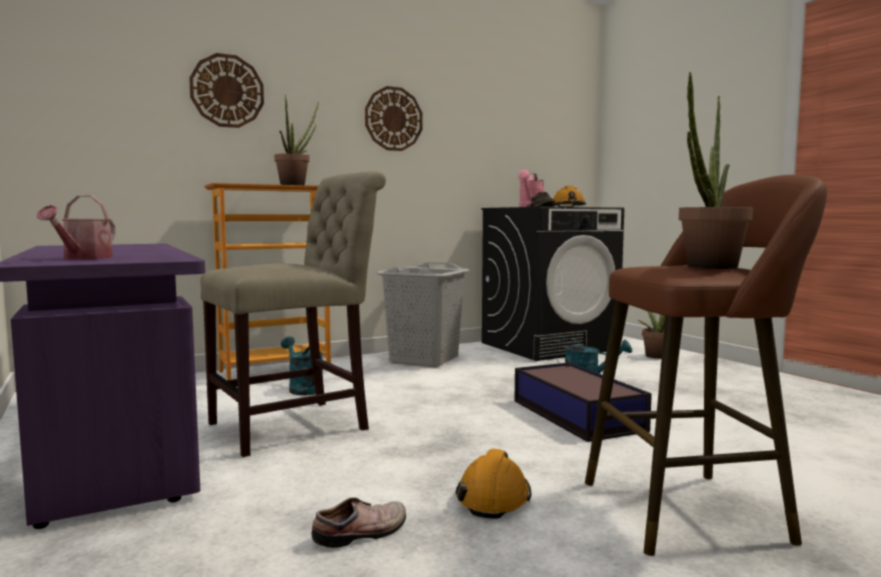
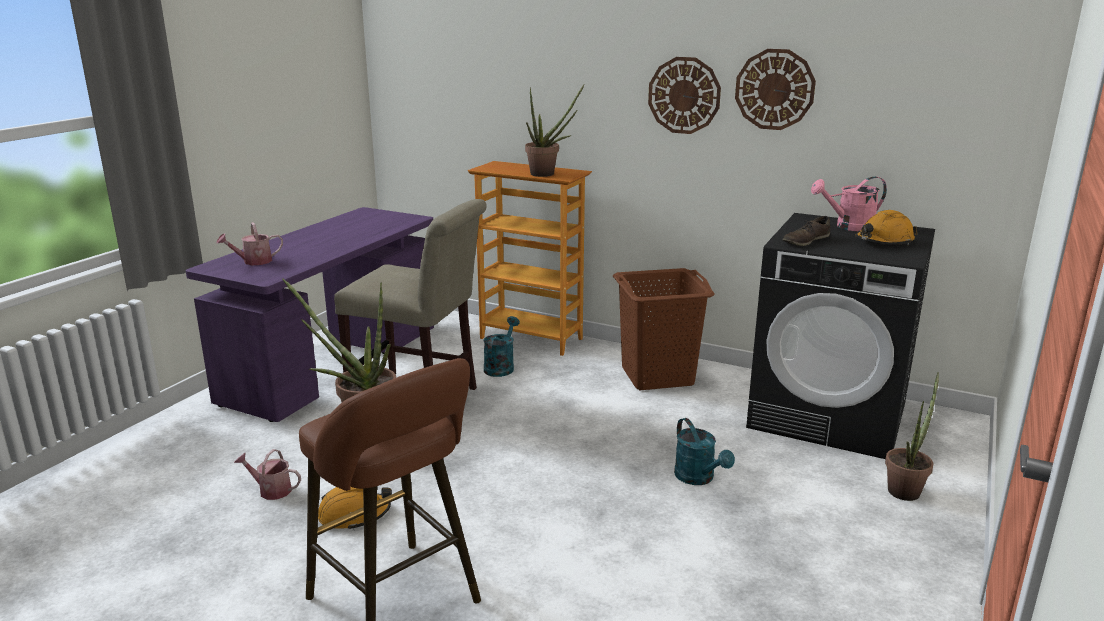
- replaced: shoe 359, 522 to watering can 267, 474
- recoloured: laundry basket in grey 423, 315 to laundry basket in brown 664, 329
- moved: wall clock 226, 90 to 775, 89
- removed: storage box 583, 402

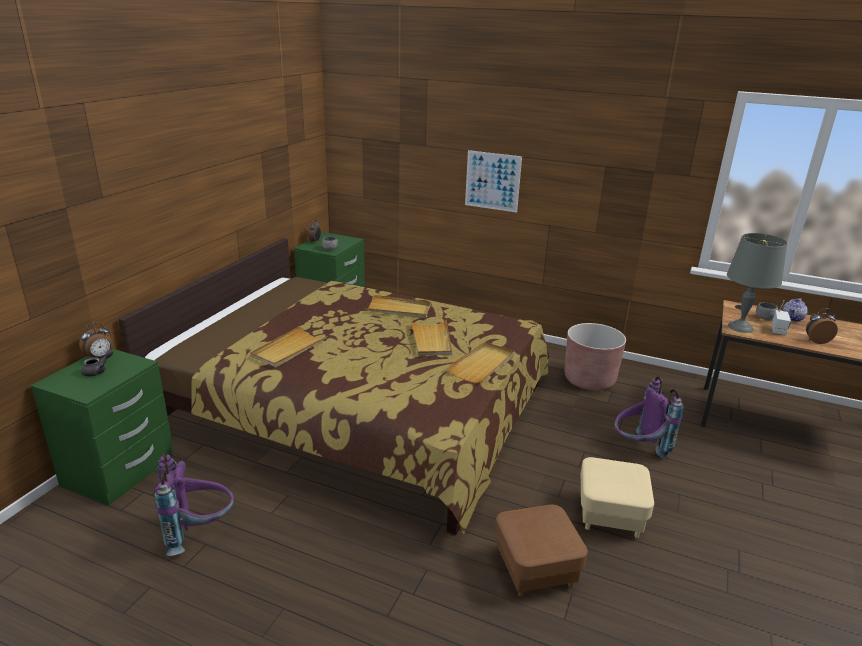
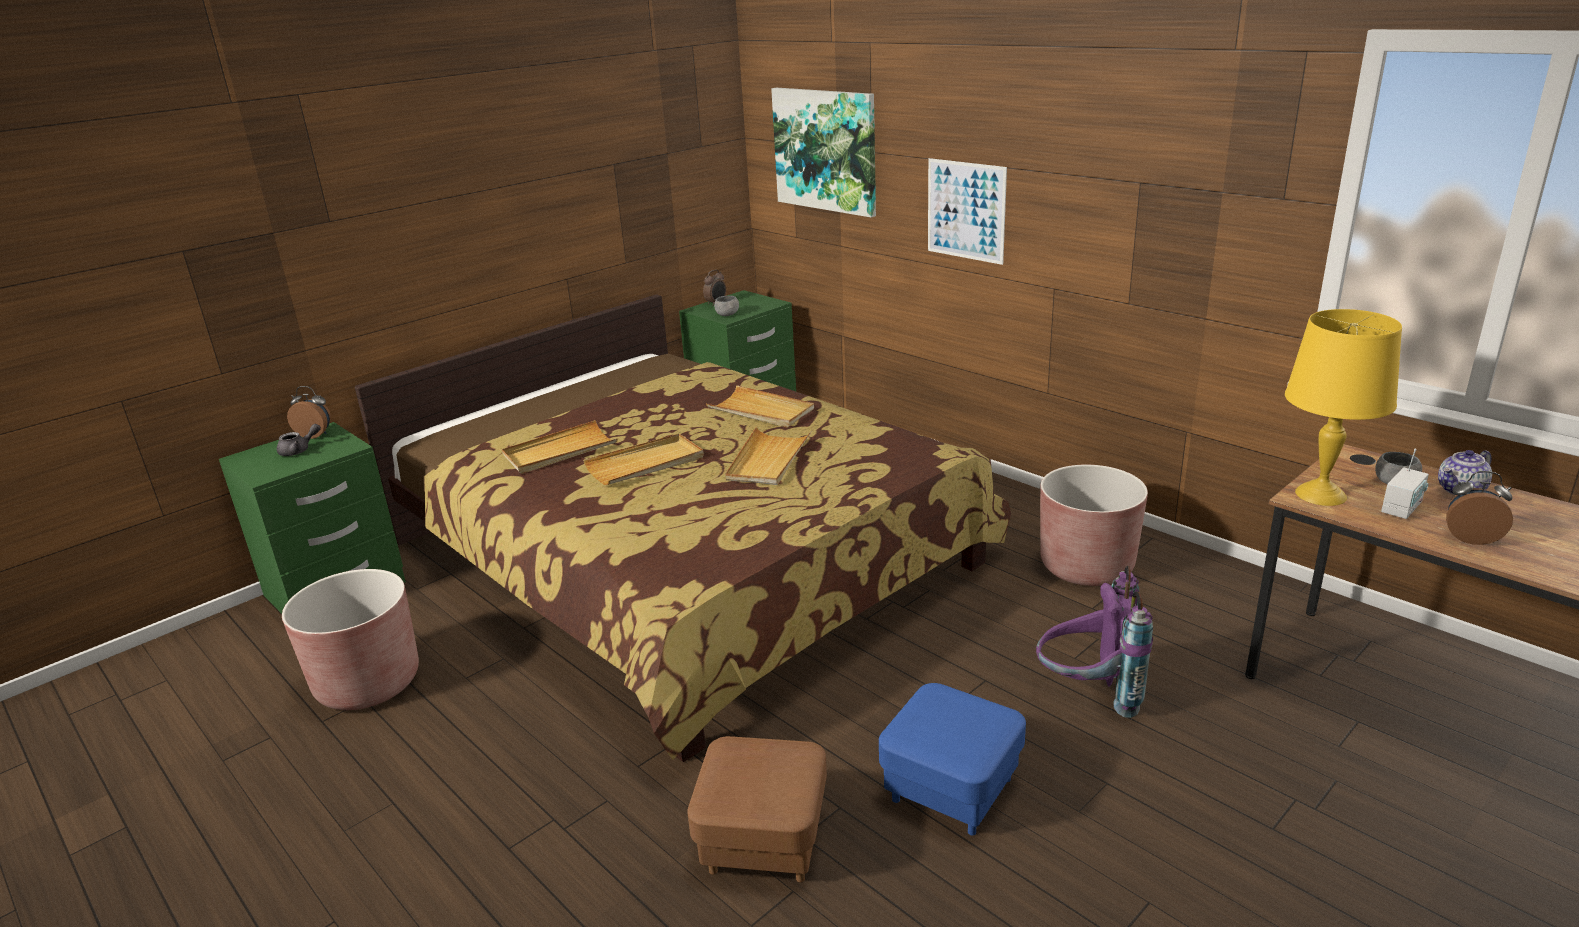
- replaced: backpack in purple 194, 504 to planter in brown 350, 639
- turned: alarm clock 96, 340 = 309, 412 150 degrees counterclockwise
- moved: tray in beige 480, 362 to 643, 459
- added: picture 823, 152
- recoloured: ottoman in beige 617, 497 to ottoman in blue 952, 759
- recoloured: table lamp in grey 757, 283 to table lamp in yellow 1343, 407

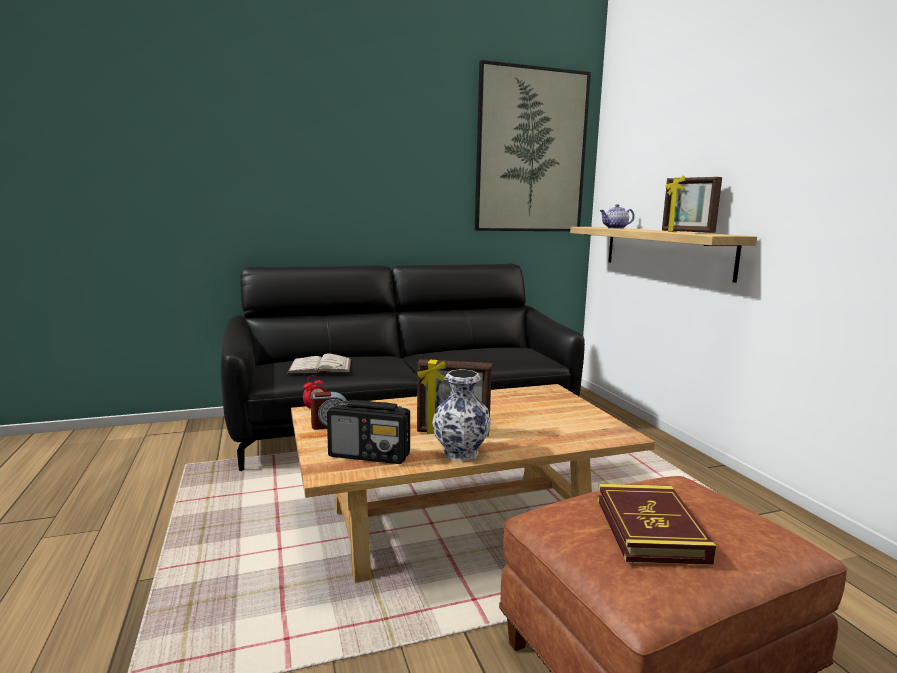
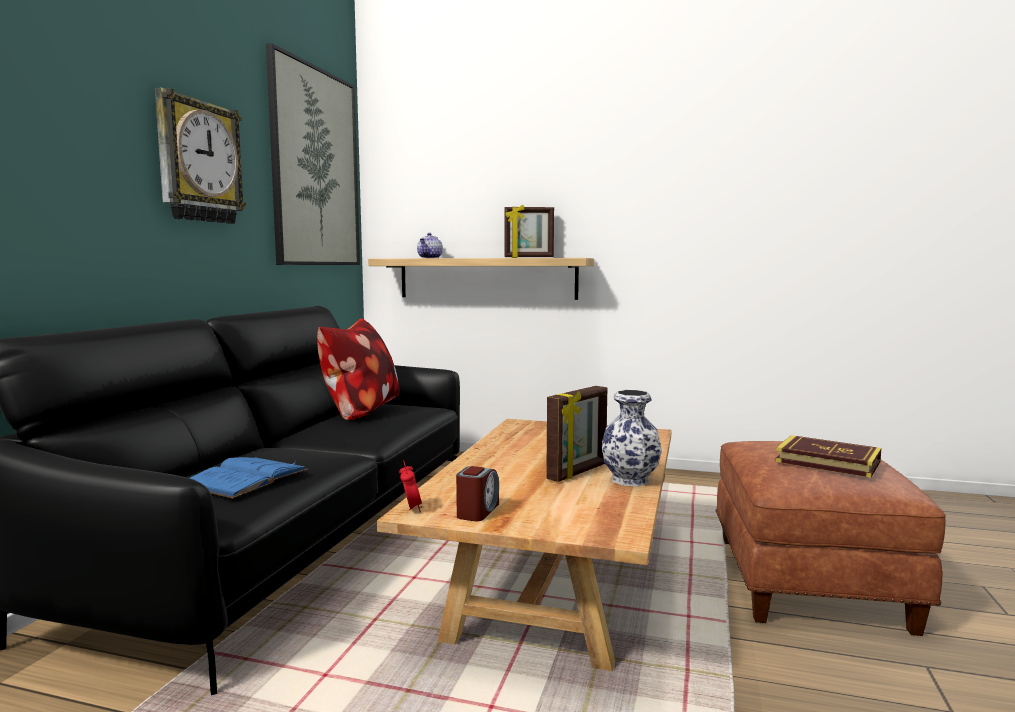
- added: wall clock 200, 156
- recoloured: book in white 319, 363 to book in blue 249, 477
- added: pillow 358, 369
- removed: radio 368, 432

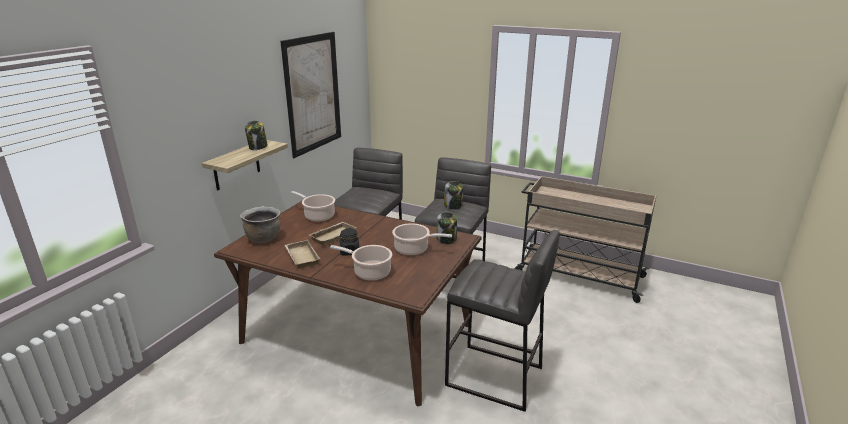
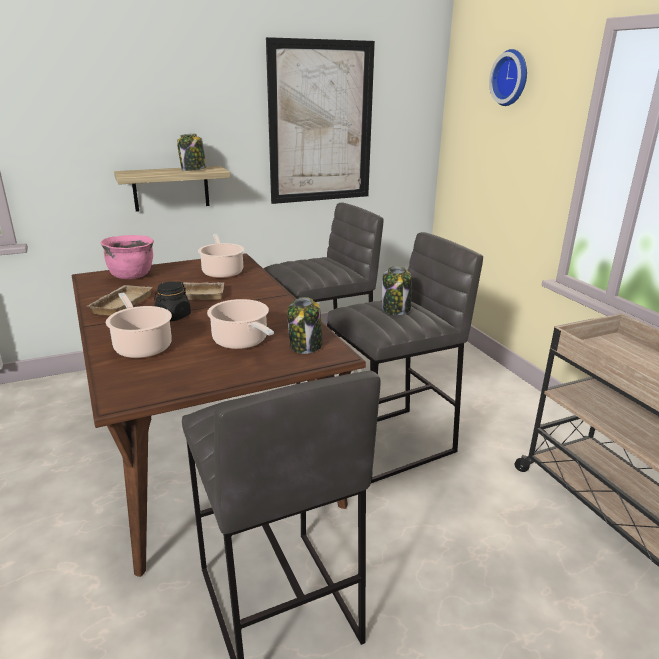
- recoloured: cooking pot in brown 260, 224 to cooking pot in pink 127, 257
- added: wall clock 508, 77

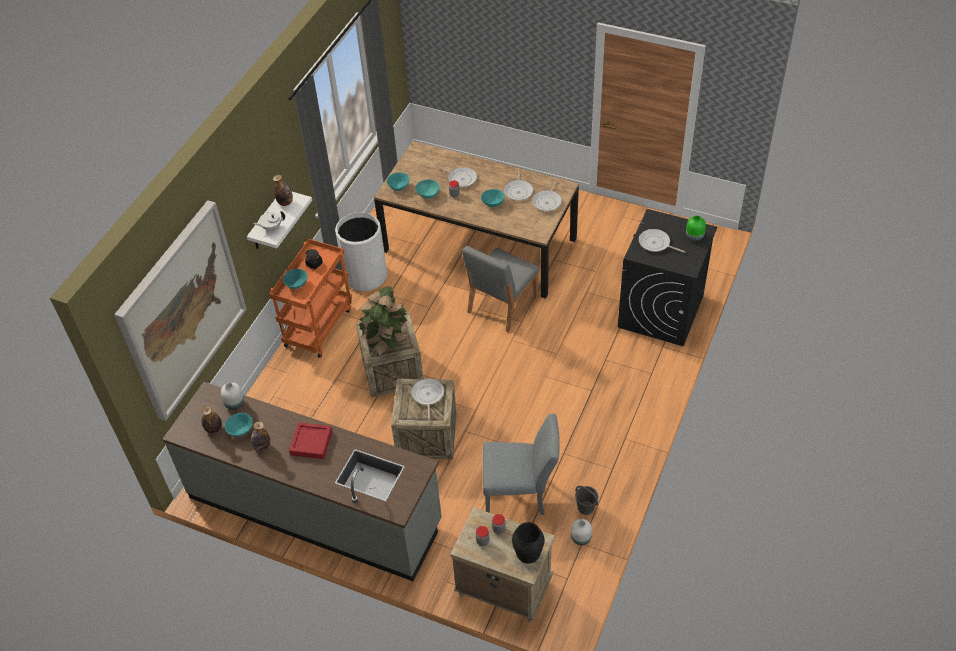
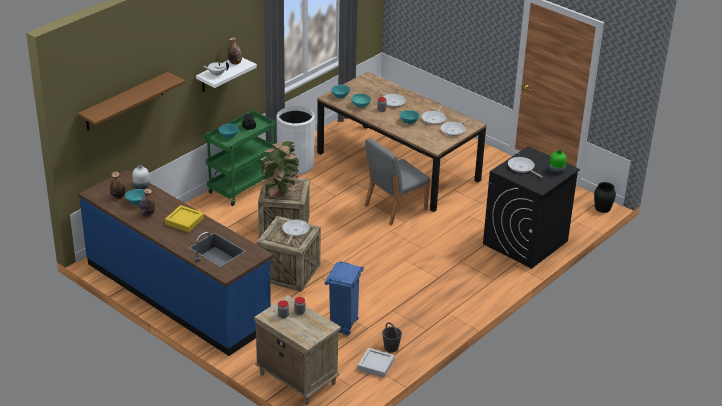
- replaced: picture 180, 310 to shelf in brown 131, 101
- recoloured: counter in grey 302, 481 to counter in blue 176, 262
- recoloured: tray in red 310, 440 to tray in yellow 184, 218
- recoloured: cart in orange 310, 298 to cart in green 240, 158
- replaced: chair in grey 521, 464 to trash can in blue 344, 298
- replaced: vase in white 581, 532 to tray in grey 376, 363
- moved: vase in black 528, 543 to 605, 197

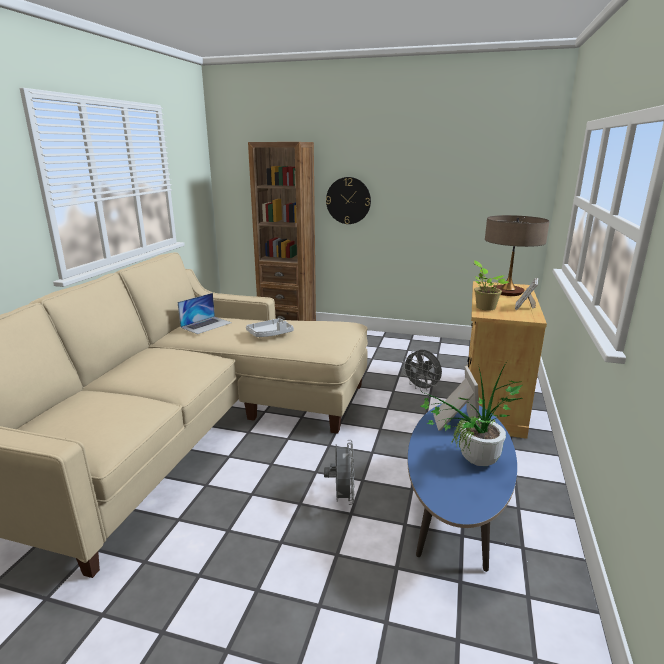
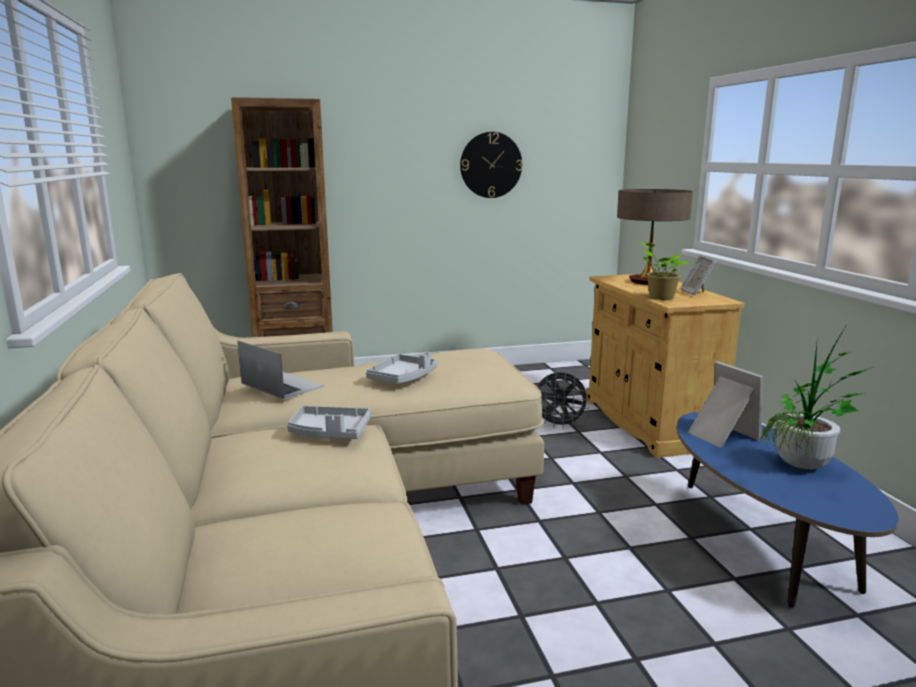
- turned: laptop 204, 313 = 281, 370 60 degrees counterclockwise
- added: tray in grey 329, 422
- moved: wall clock 348, 200 to 491, 165
- removed: fan in grey 339, 472

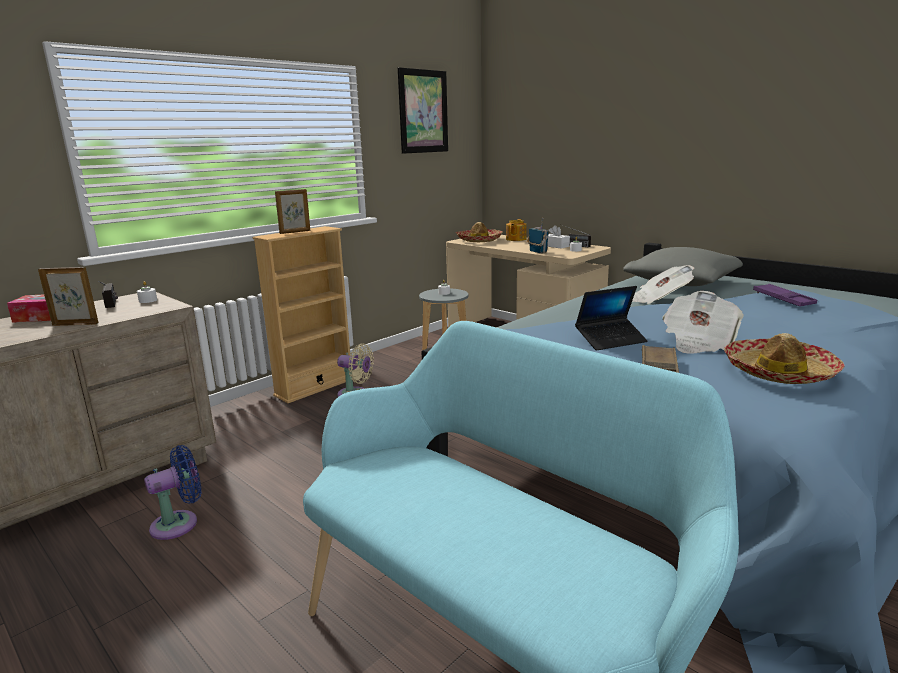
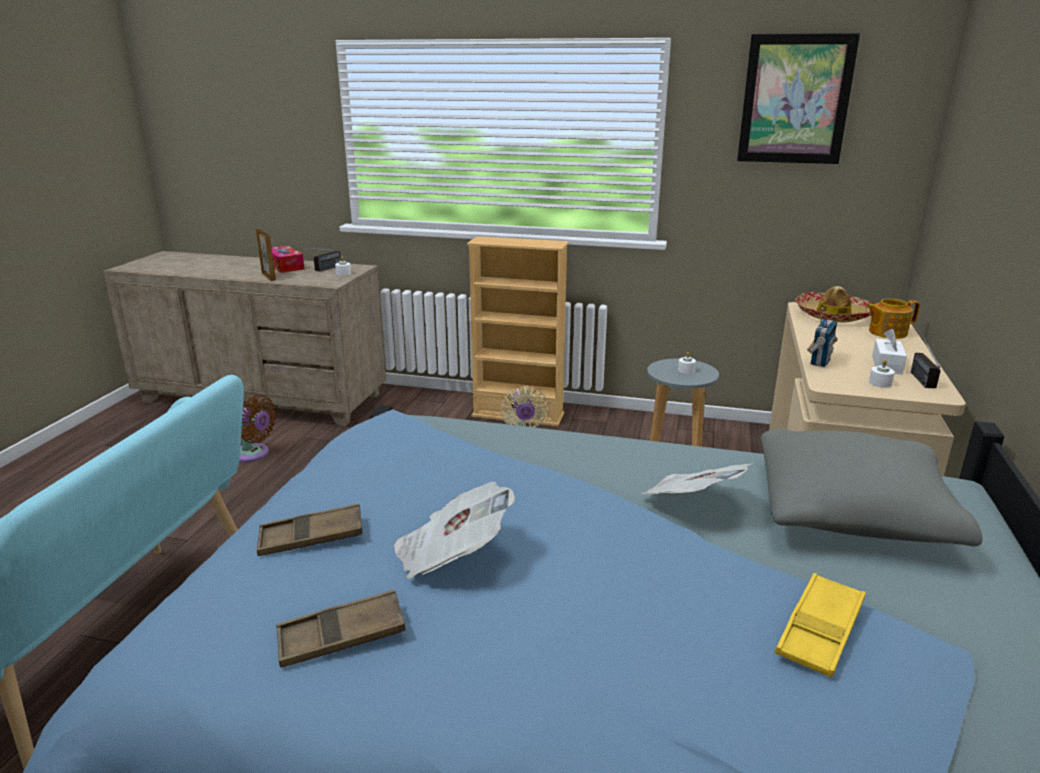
- recoloured: fan in blue 173, 492 to fan in brown 257, 428
- replaced: hat 784, 358 to tray in brown 341, 629
- recoloured: tray in purple 785, 295 to tray in yellow 820, 625
- removed: picture frame 292, 211
- removed: laptop 611, 318

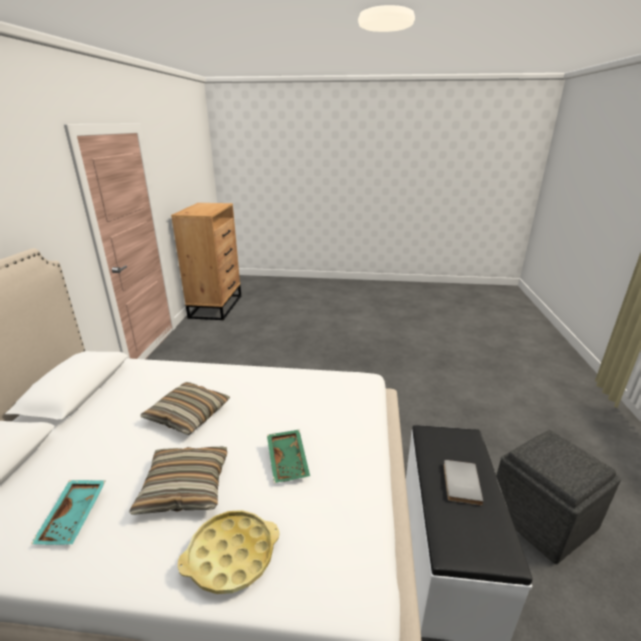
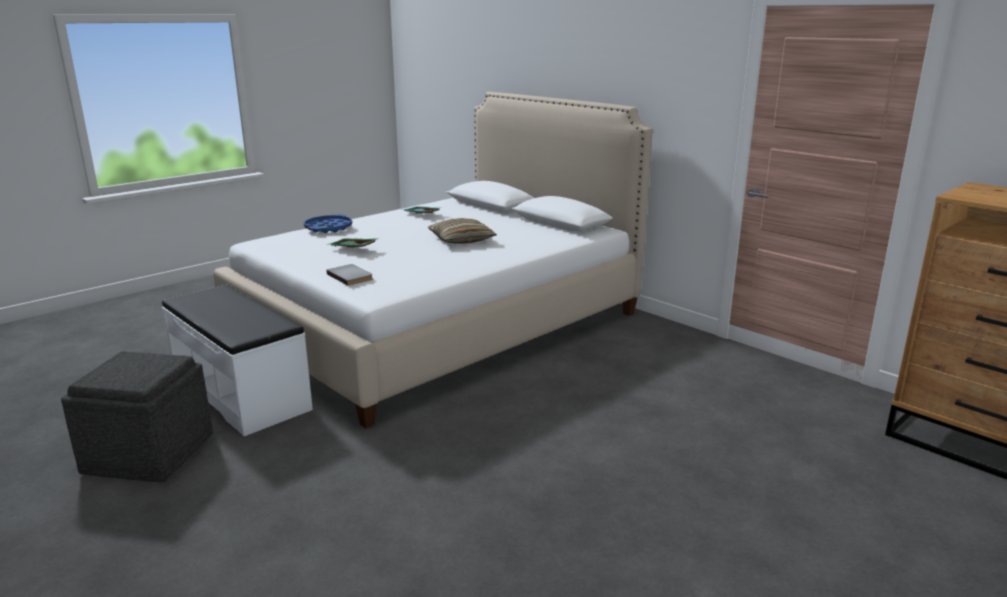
- recoloured: tray in yellow 229, 552 to tray in blue 328, 223
- moved: book in grey 463, 483 to 350, 275
- removed: pillow 178, 481

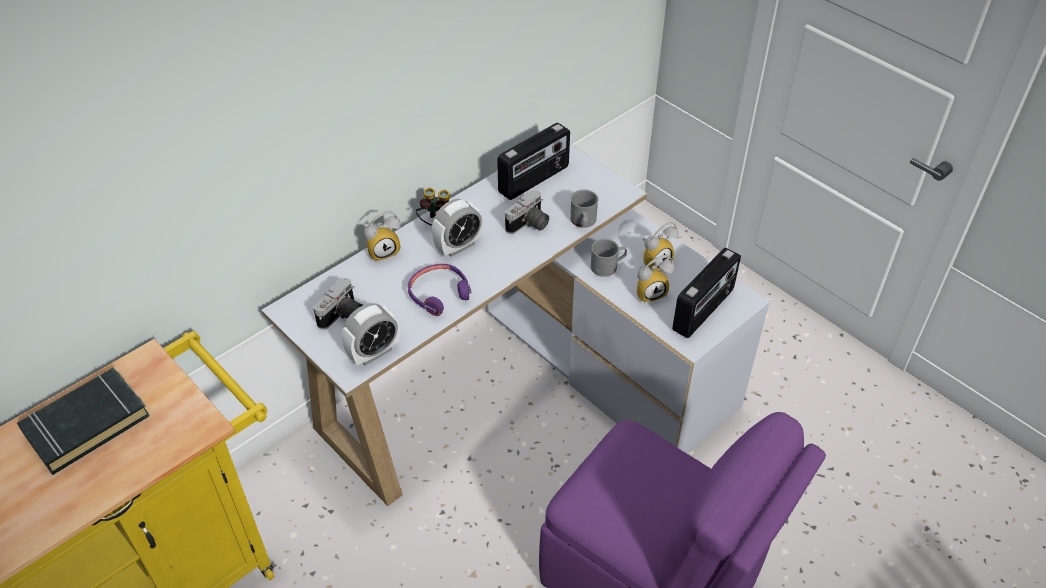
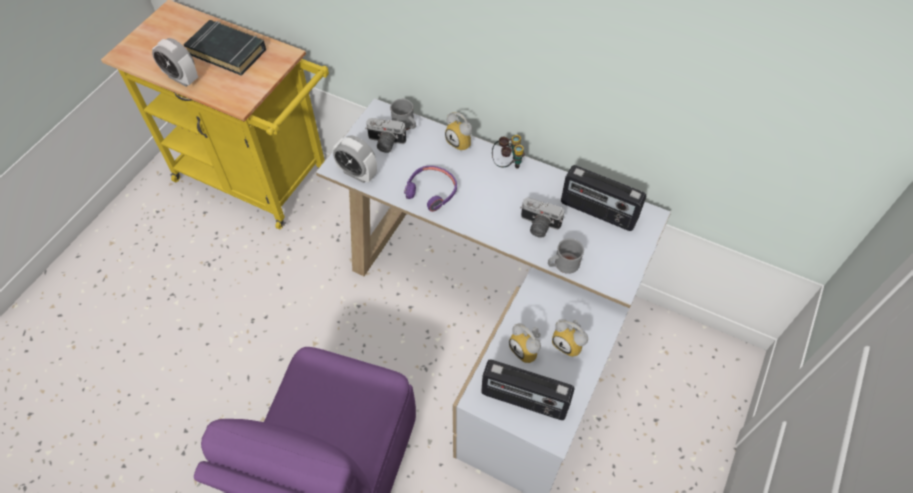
- moved: alarm clock 457, 228 to 175, 62
- moved: mug in grey 609, 258 to 403, 114

